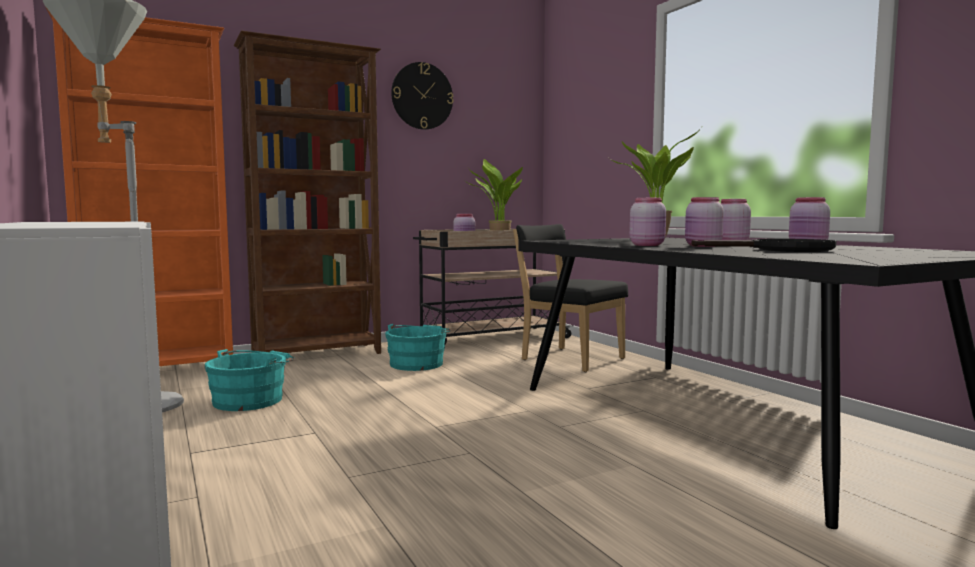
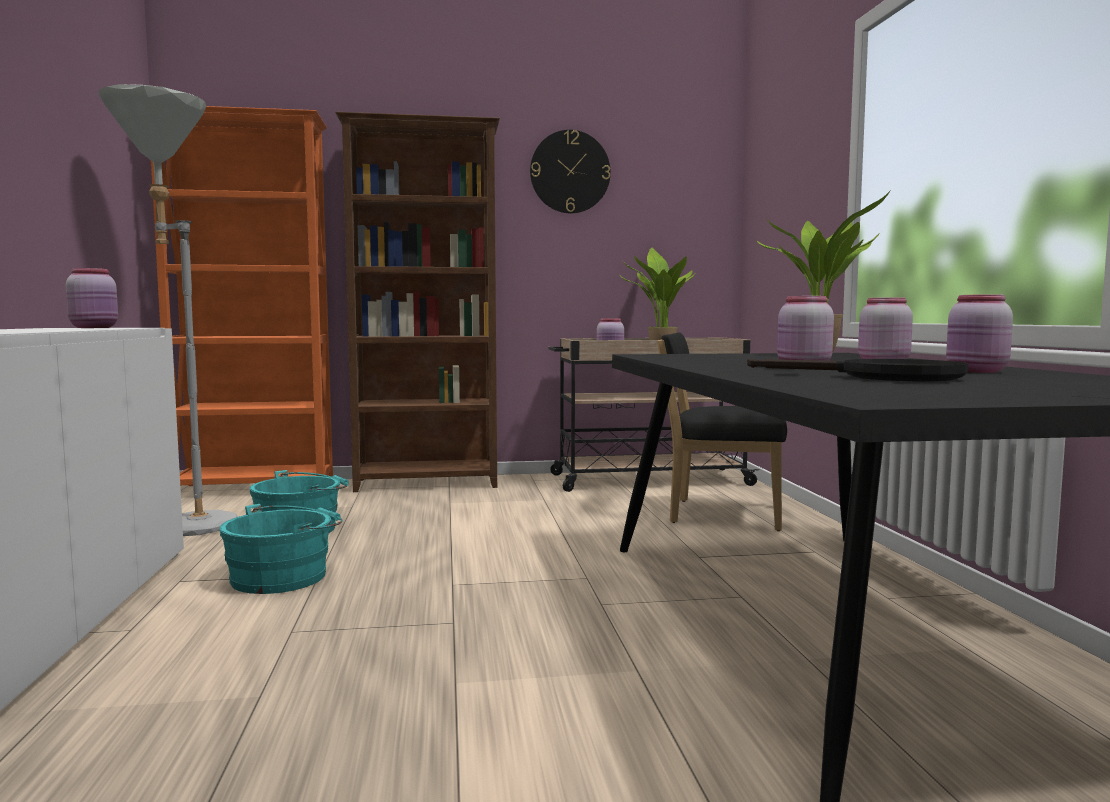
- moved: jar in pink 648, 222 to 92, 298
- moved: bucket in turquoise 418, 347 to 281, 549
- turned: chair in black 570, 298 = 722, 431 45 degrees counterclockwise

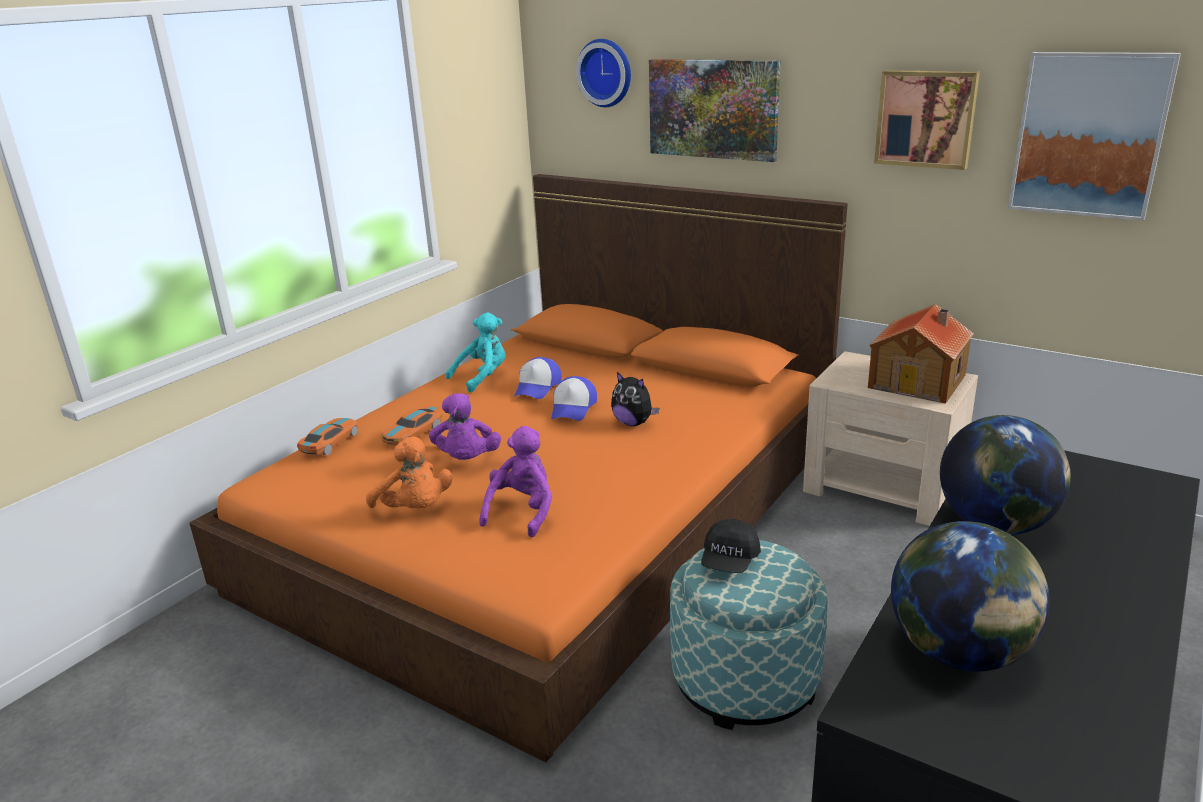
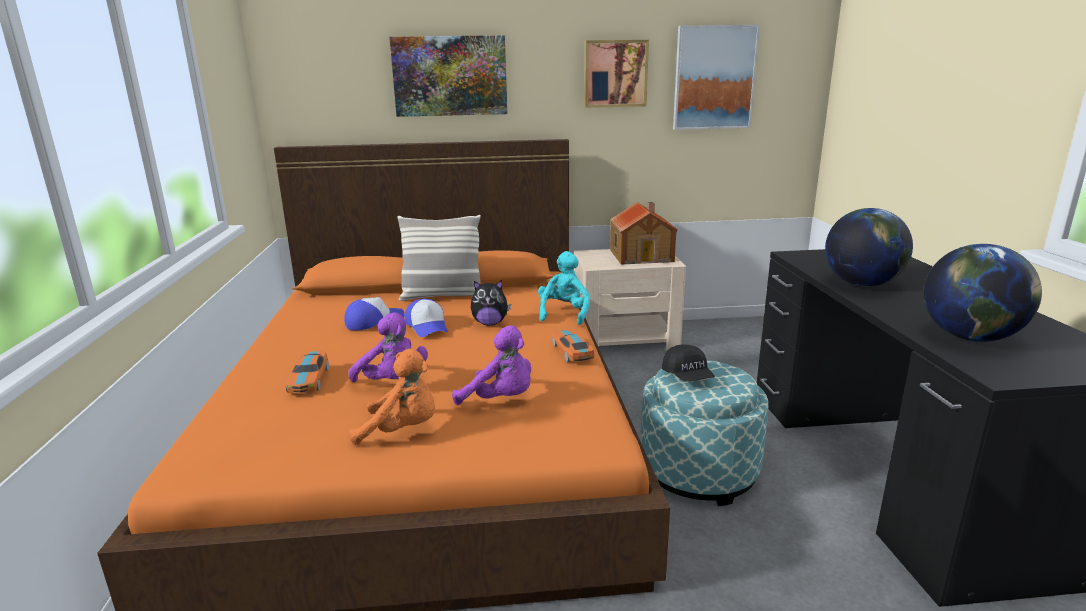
- turned: cap 538, 378 = 374, 313 105 degrees counterclockwise
- added: pillow 439, 258
- turned: plush toy in purple 515, 482 = 491, 365 135 degrees clockwise
- moved: plush toy in turquoise 476, 353 to 564, 288
- moved: toy car 327, 436 to 573, 346
- removed: wall clock 603, 73

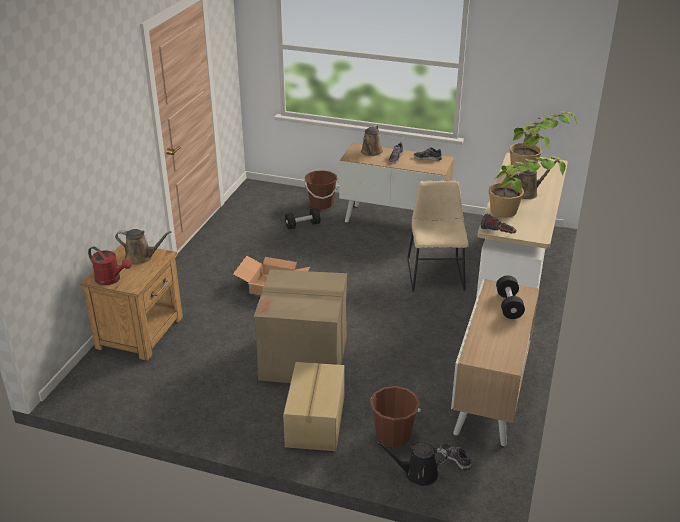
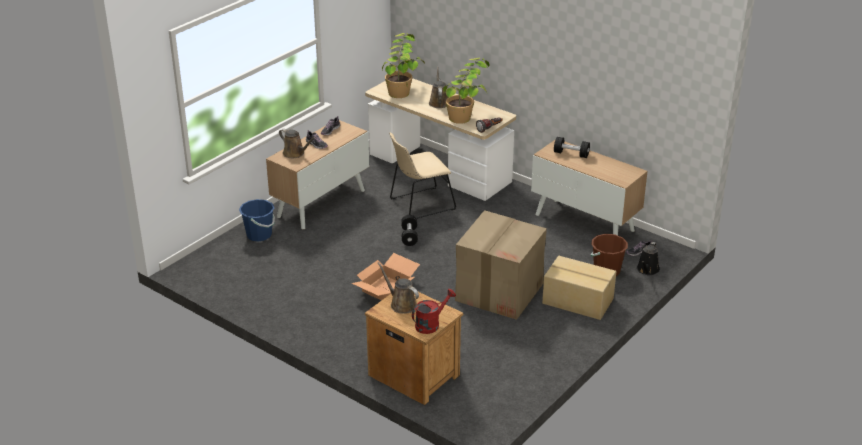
- recoloured: bucket in brown 321, 189 to bucket in blue 257, 220
- turned: watering can in brown 143, 247 = 398, 288 75 degrees counterclockwise
- turned: chair in beige 438, 236 = 423, 176 45 degrees counterclockwise
- moved: dumbbell in black 303, 218 to 409, 230

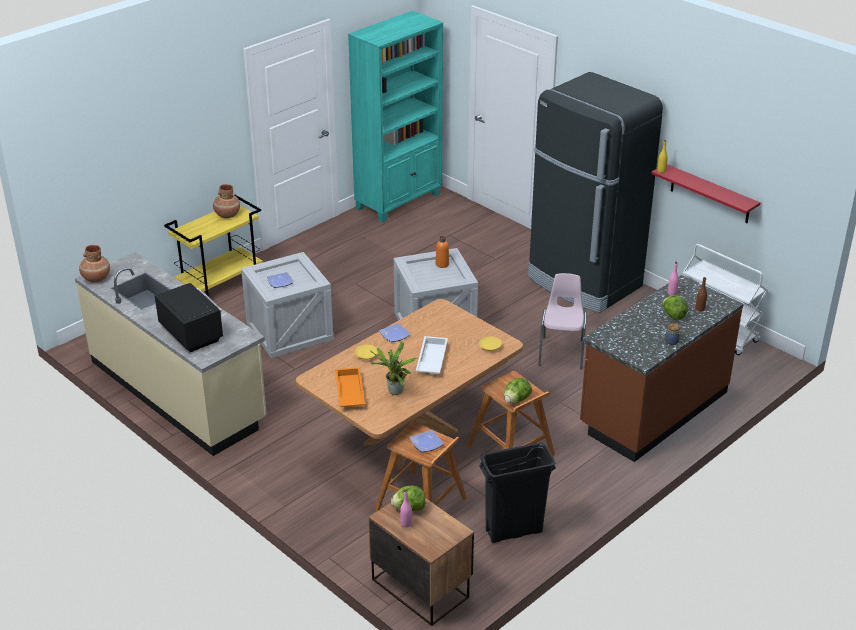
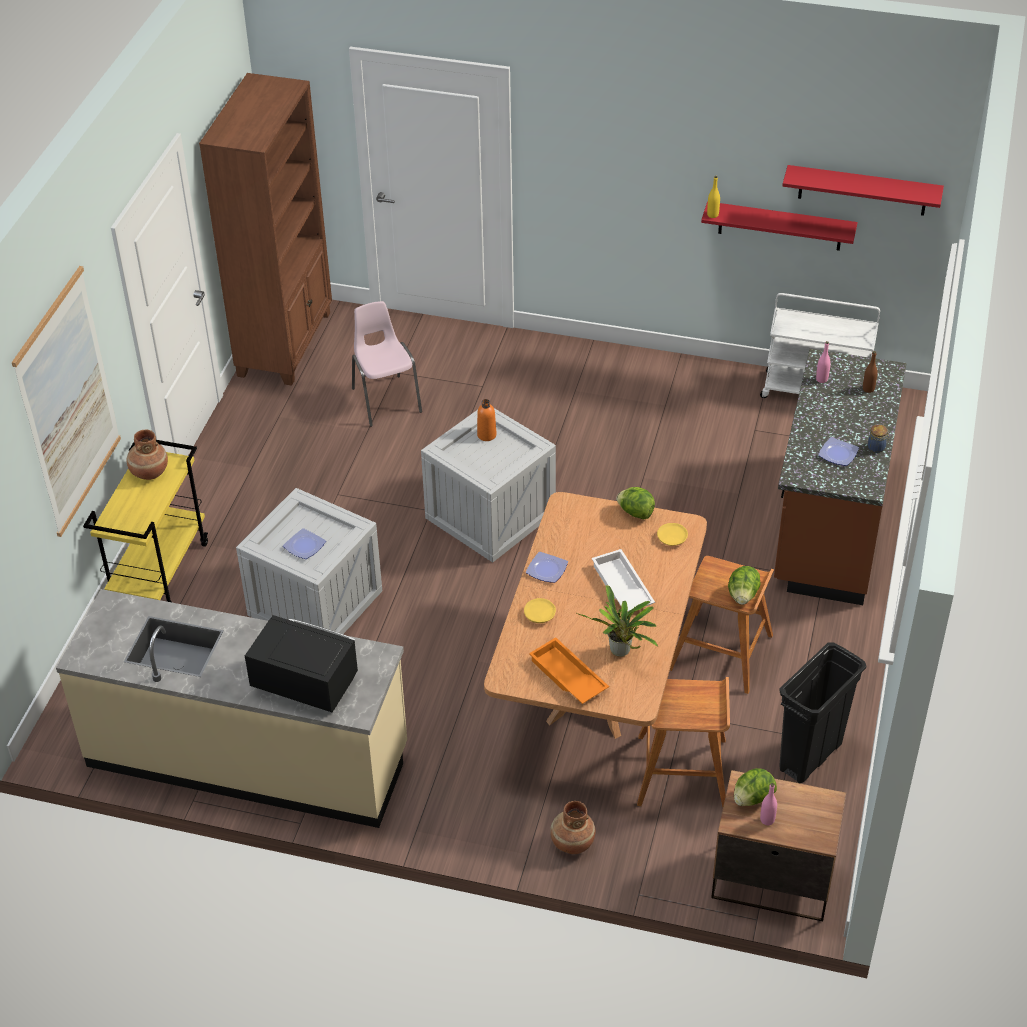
- added: picture 66, 401
- recoloured: bookcase in turquoise 395, 117 to bookcase in brown 265, 229
- moved: chair in pink 562, 321 to 387, 364
- moved: vase in brown 94, 263 to 573, 827
- moved: lettuce 675, 307 to 635, 503
- added: shelf in red 863, 190
- moved: plate 427, 441 to 838, 451
- removed: fridge in black 595, 192

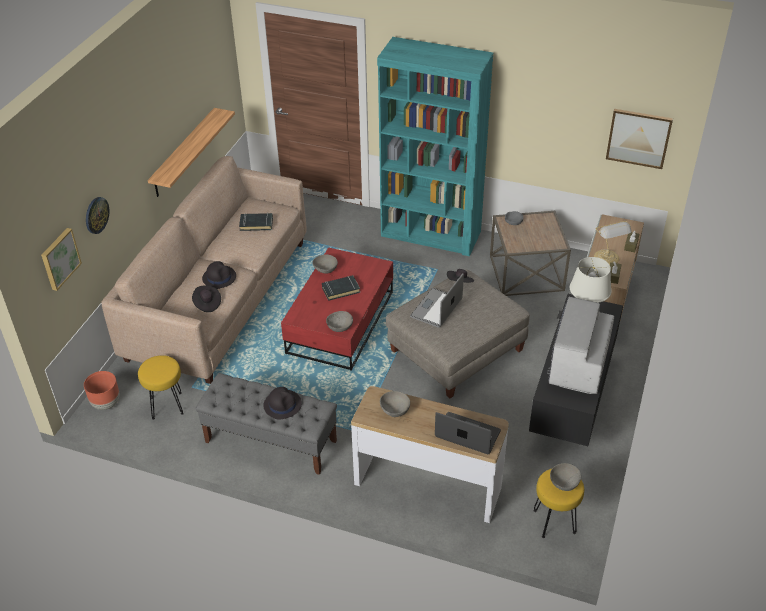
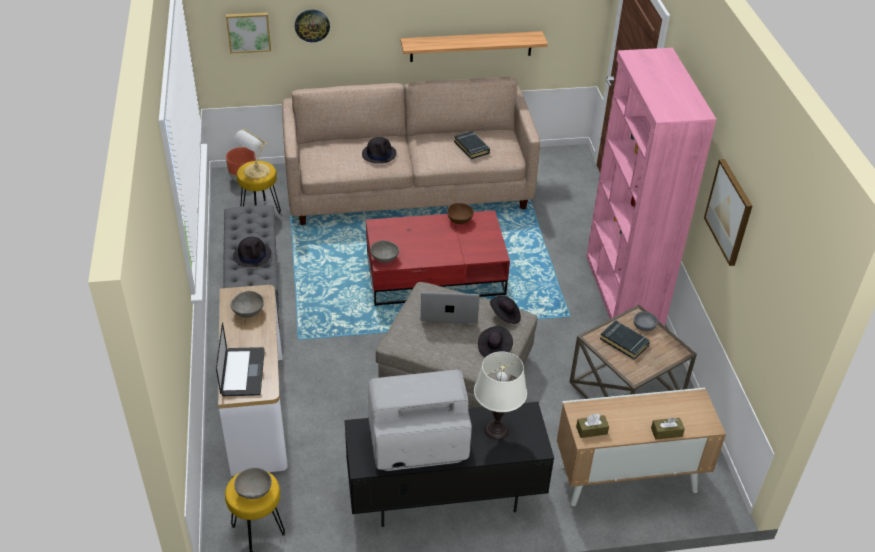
- moved: table lamp 613, 243 to 252, 154
- recoloured: bowl in grey 325, 264 to bowl in brown 460, 213
- moved: hat in black 206, 298 to 495, 342
- recoloured: bookcase in turquoise 435, 146 to bookcase in pink 651, 187
- moved: book in black 341, 288 to 625, 340
- moved: picture 639, 139 to 728, 212

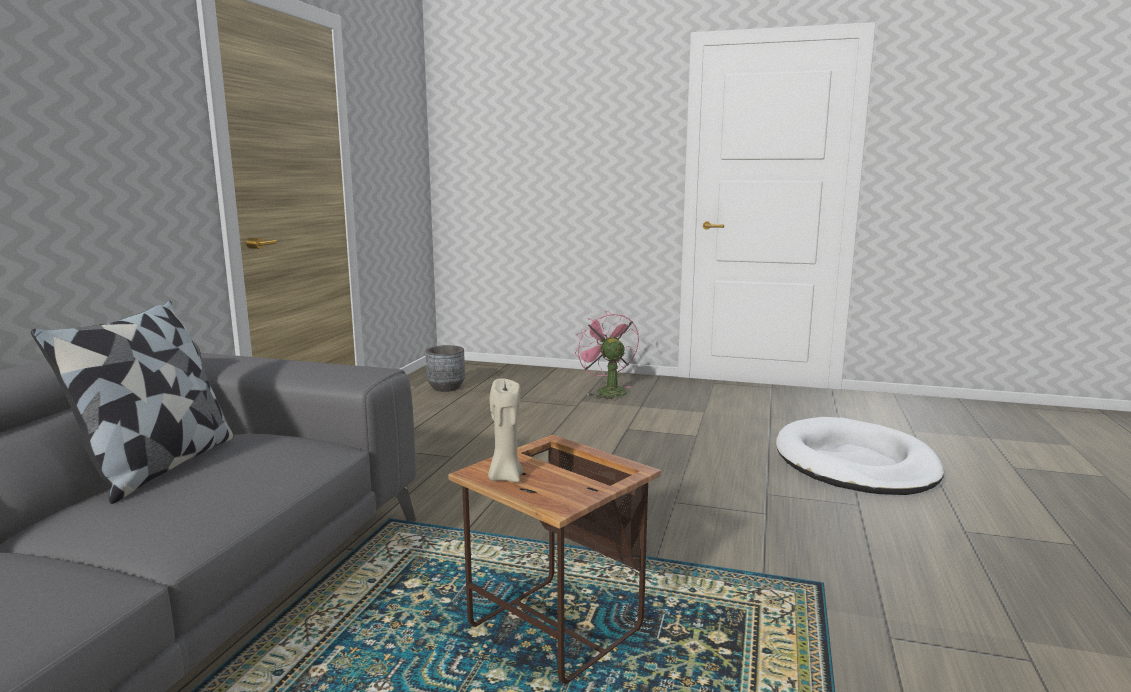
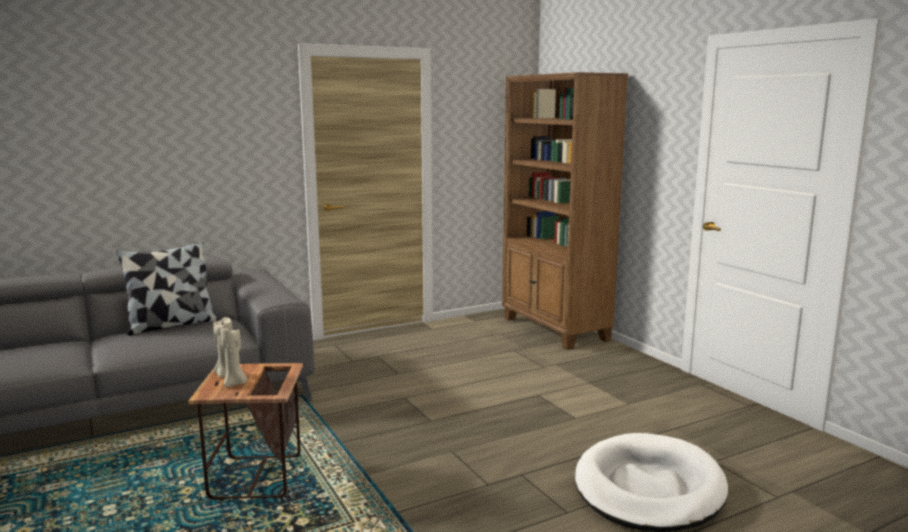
- added: candle in beige 234, 357
- added: bookcase in brown 565, 211
- removed: planter in grey 445, 368
- removed: fan in pink 607, 355

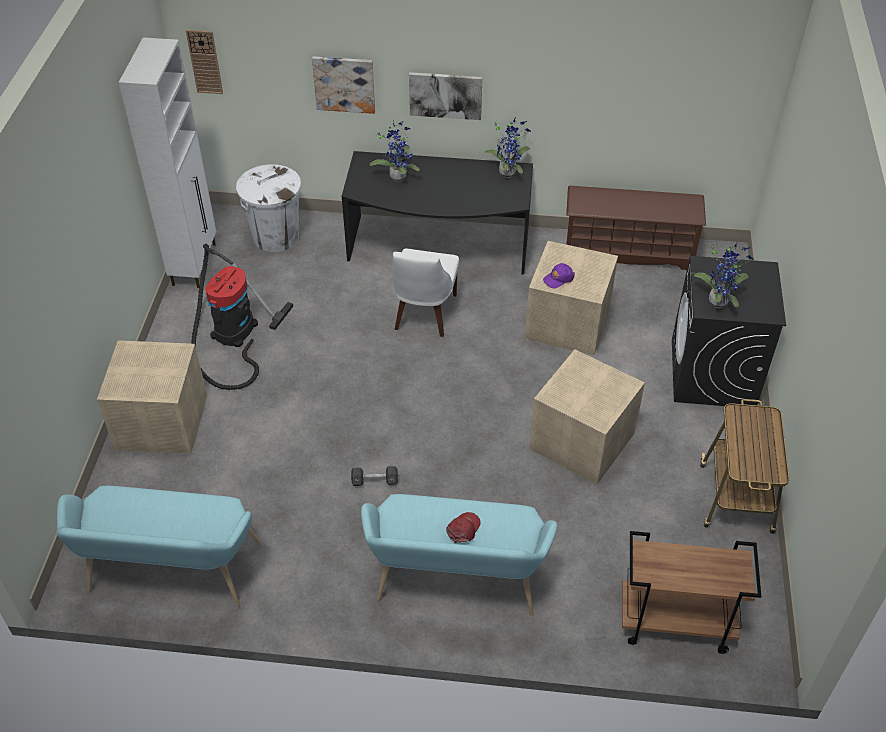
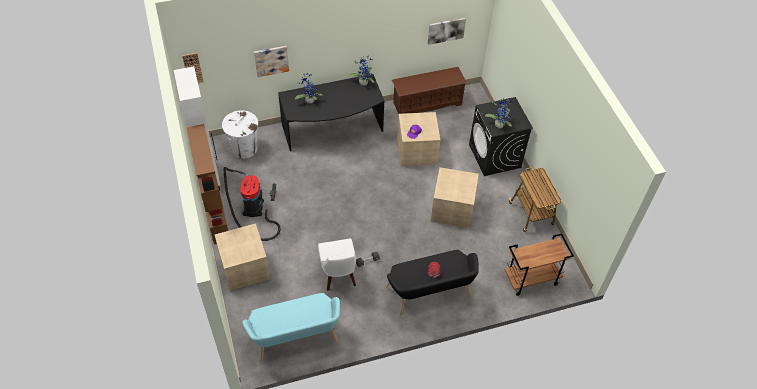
- added: bookcase in brown 207, 184
- moved: chair in white 425, 293 to 337, 265
- recoloured: bench in turquoise 459, 555 to bench in black 432, 283
- moved: picture 445, 96 to 447, 31

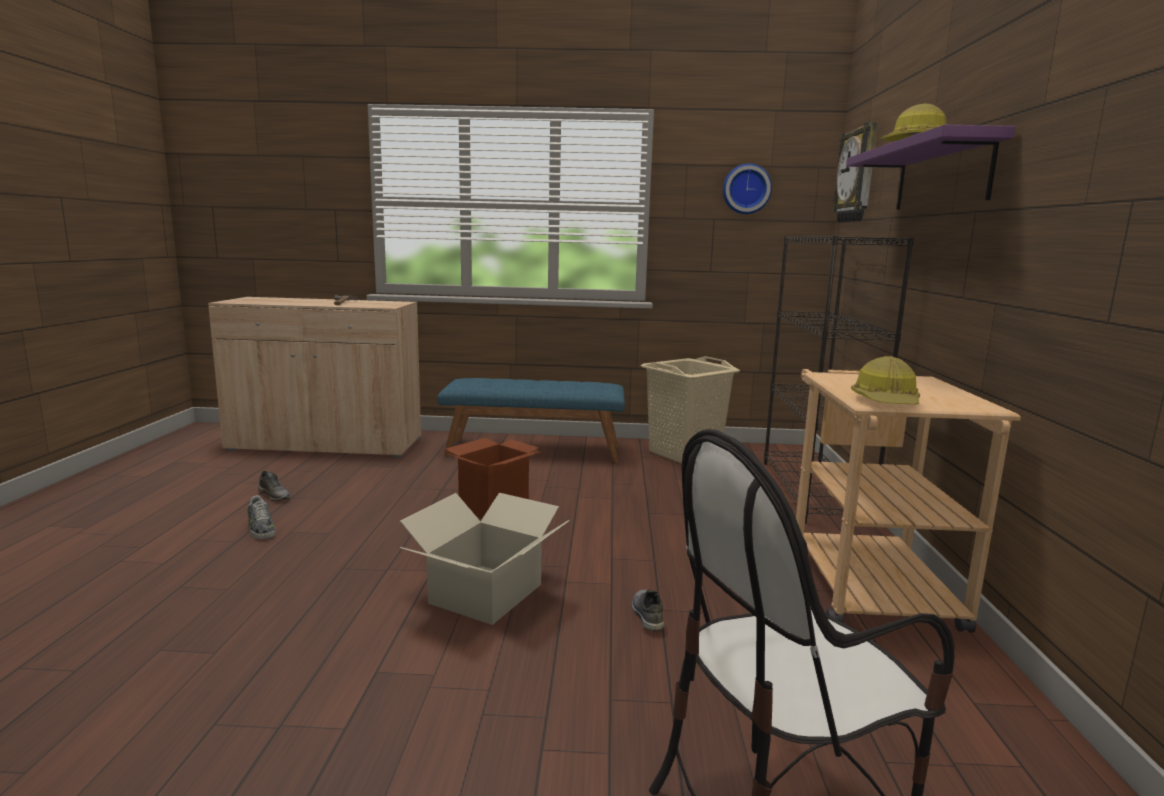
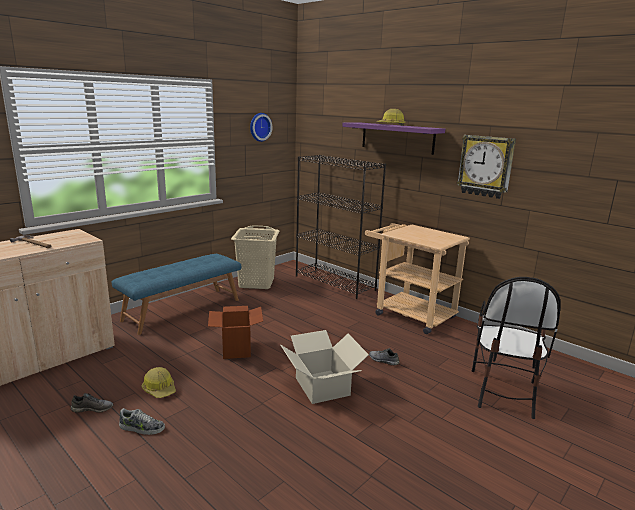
- moved: hard hat 885, 380 to 158, 382
- moved: wall clock 854, 172 to 486, 167

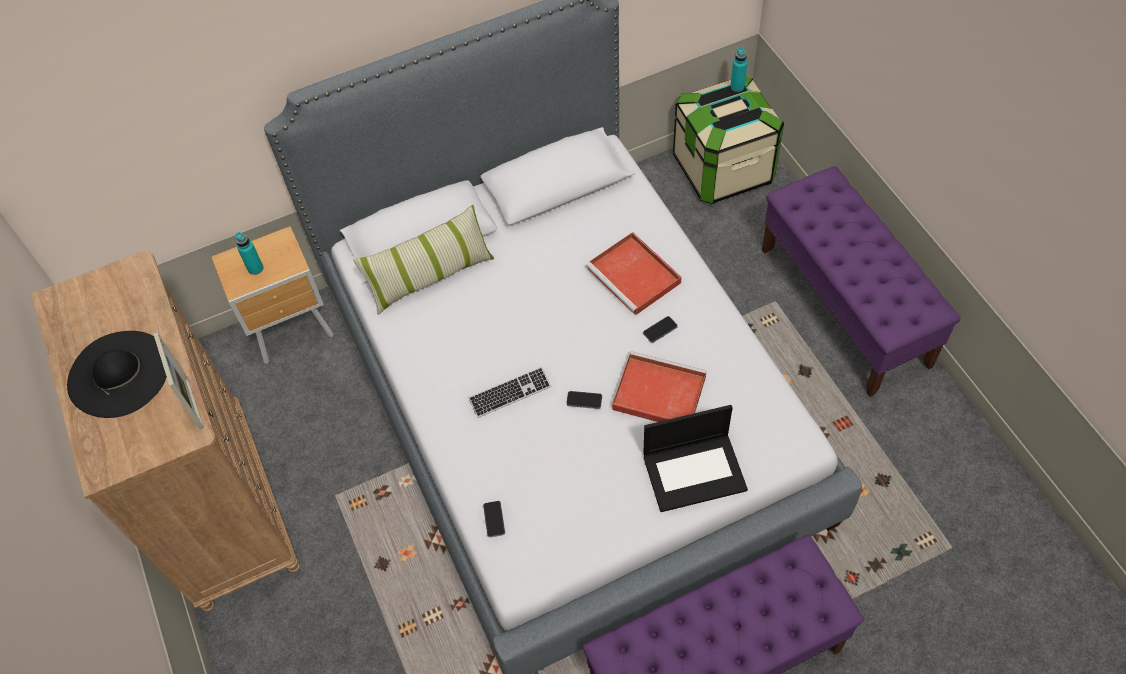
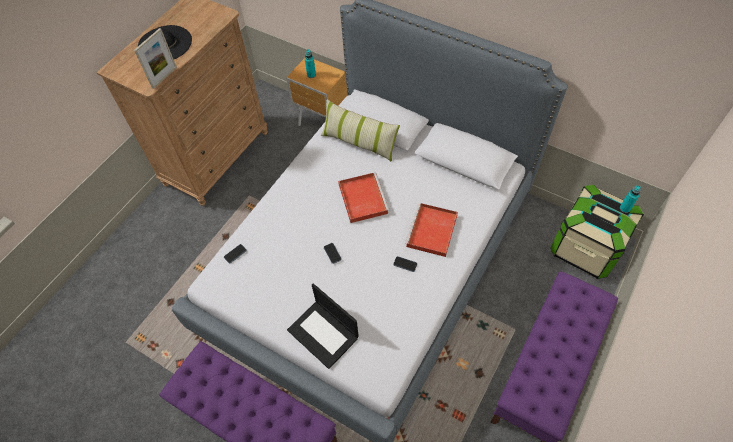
- moved: tray in red 659, 386 to 364, 197
- removed: keyboard 509, 392

